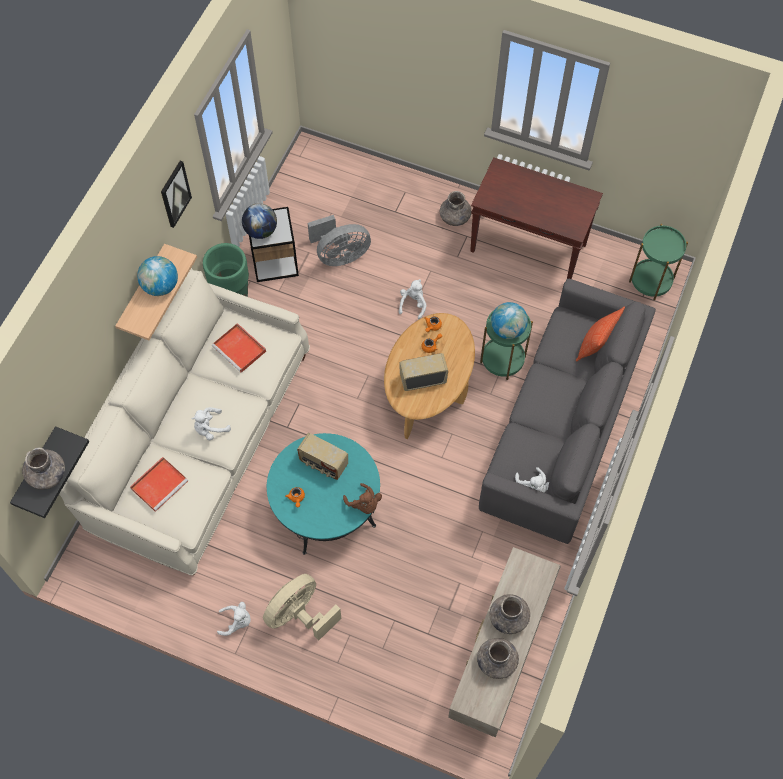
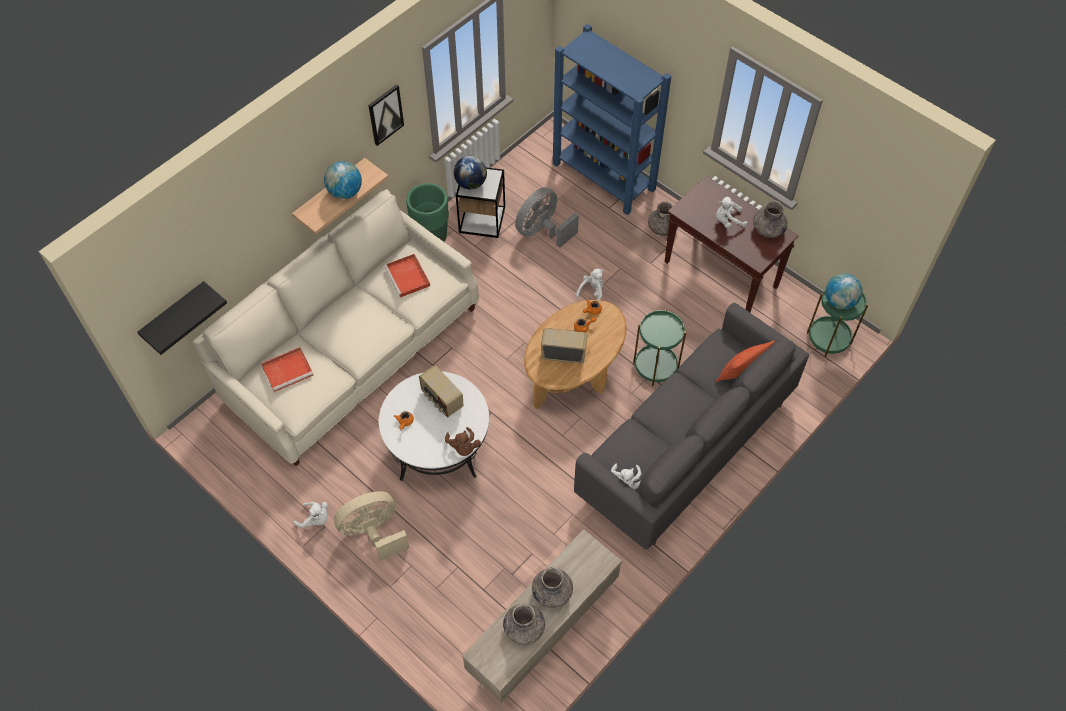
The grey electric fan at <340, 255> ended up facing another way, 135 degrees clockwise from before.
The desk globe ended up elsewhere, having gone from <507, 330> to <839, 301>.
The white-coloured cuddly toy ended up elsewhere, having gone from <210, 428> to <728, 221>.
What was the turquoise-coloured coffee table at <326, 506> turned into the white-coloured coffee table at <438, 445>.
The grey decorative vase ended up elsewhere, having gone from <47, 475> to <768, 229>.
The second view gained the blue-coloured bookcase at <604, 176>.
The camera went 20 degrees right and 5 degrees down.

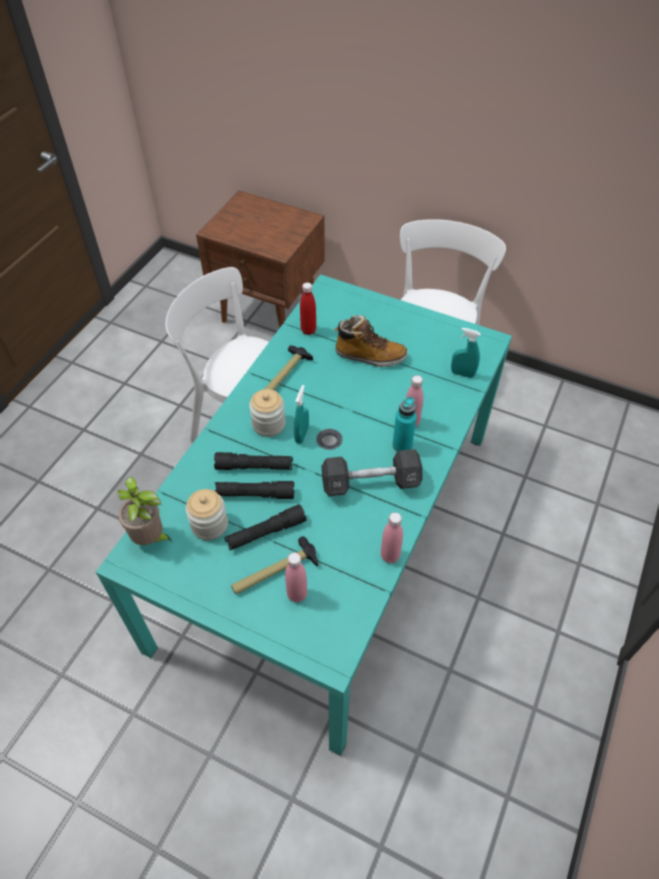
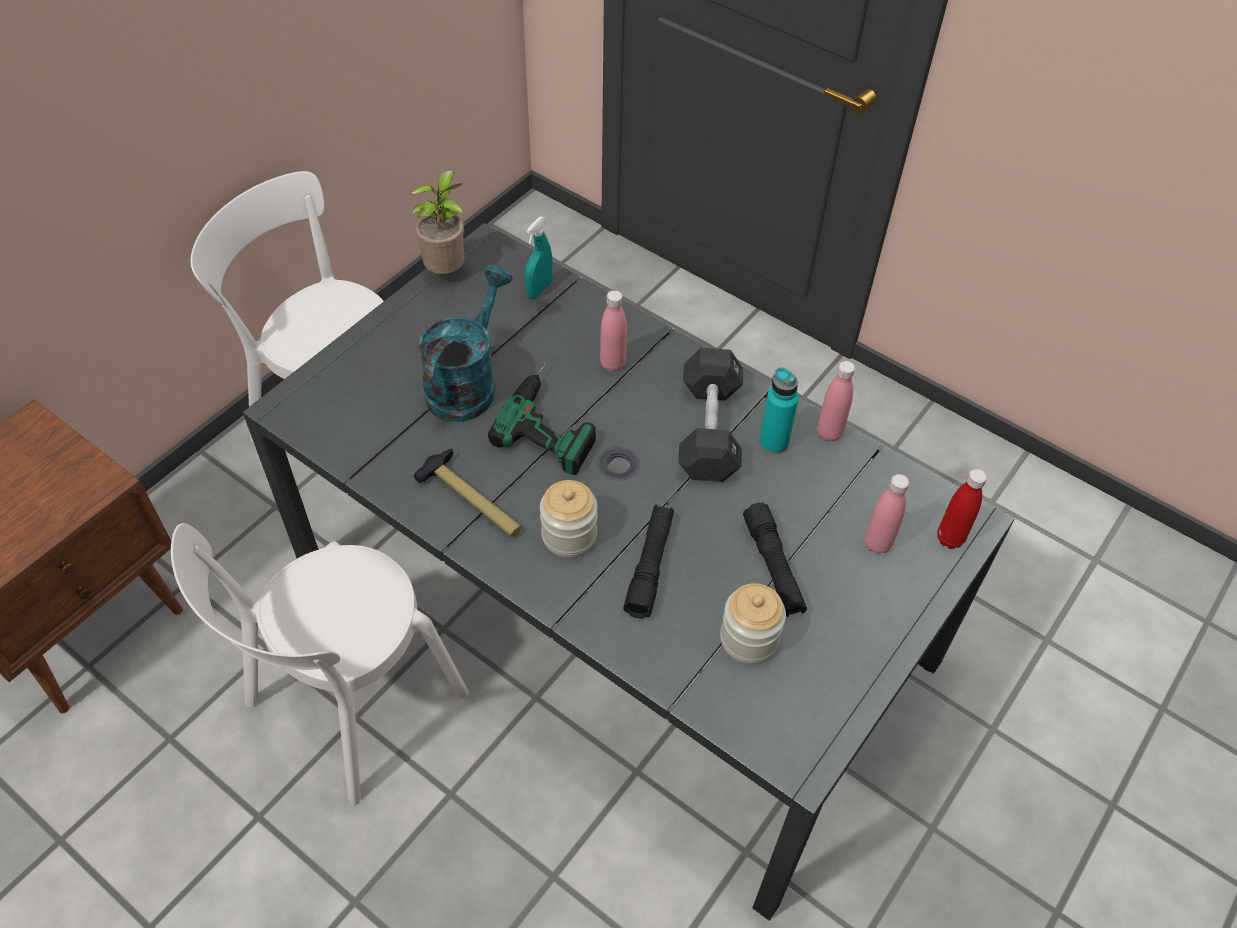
What was the turquoise-coloured dinner table at <328, 535> turned into the grey dinner table at <612, 615>.
The red-coloured bottle ended up elsewhere, having gone from <308, 330> to <949, 539>.
Where the tall boot stood at <370, 356>, the turquoise-coloured watering can came to stand at <467, 383>.
The second view lost the turquoise-coloured sprayer at <301, 435>.
The turquoise-coloured bottle ended up elsewhere, having gone from <402, 445> to <773, 442>.
The houseplant ended up elsewhere, having gone from <151, 538> to <447, 271>.
The second view lost the blackish torch at <255, 494>.
The second view lost the hammer at <275, 572>.
The second view gained the drill at <554, 419>.
The camera went 80 degrees left and 0 degrees up.

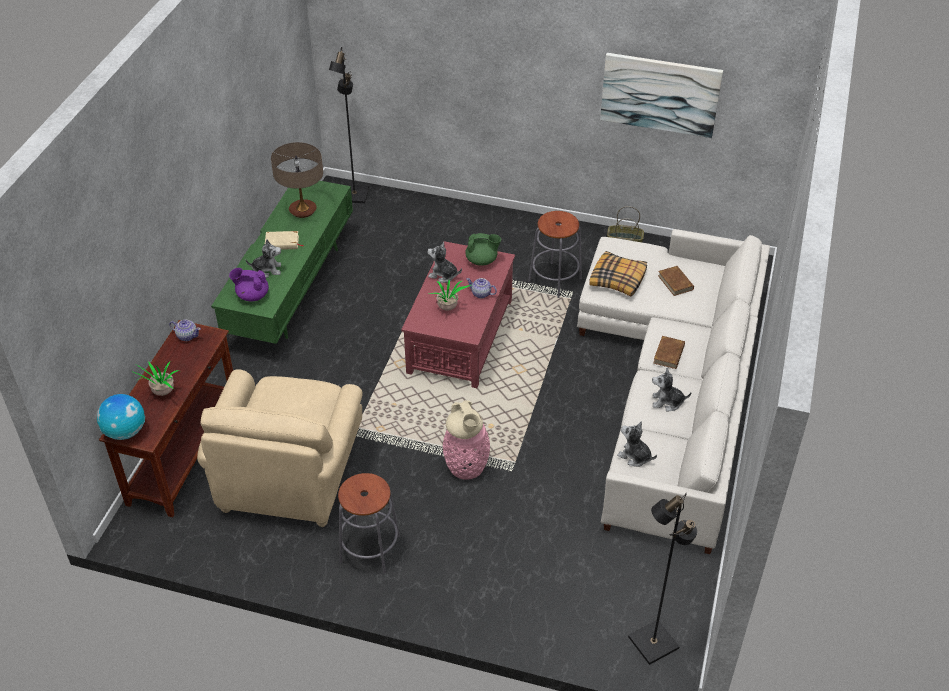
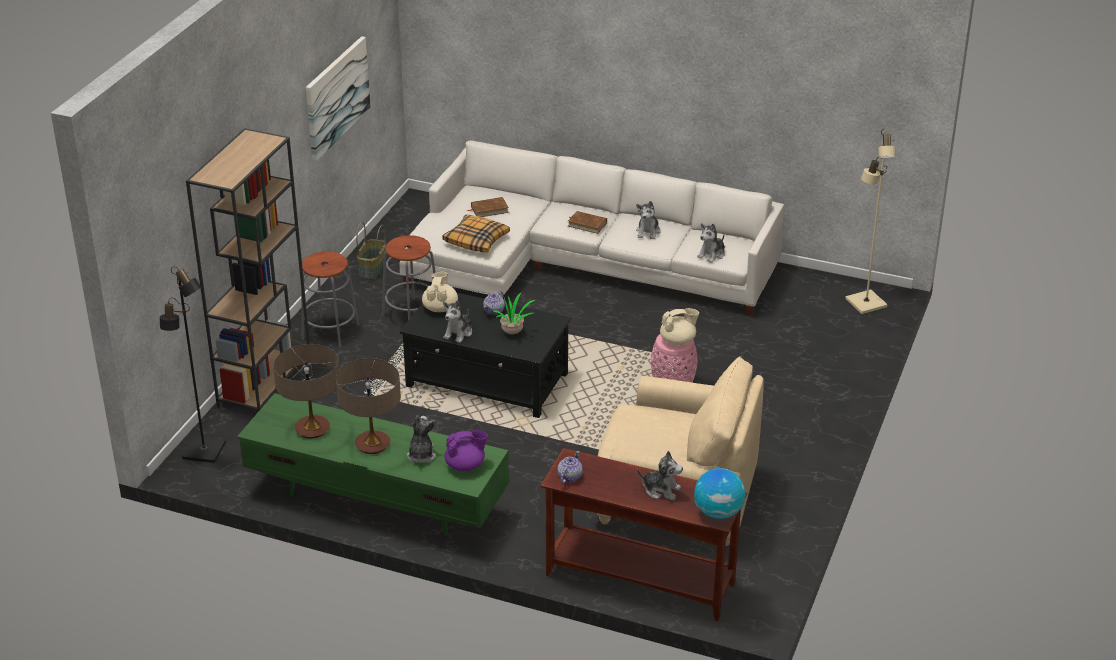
Where the beige volume stood at <282, 243>, the tabletop lamp came to stand at <372, 444>.
What was the green tea pot at <482, 260> turned into the beige tea pot at <440, 308>.
What was the red-coloured coffee table at <460, 336> turned into the blackish coffee table at <488, 380>.
The purple tea pot at <252, 295> ended up facing another way, 120 degrees counterclockwise from before.
Where the houseplant stood at <162, 393>, the cuddly toy came to stand at <661, 490>.
The grey stool ended up elsewhere, having gone from <370, 549> to <330, 331>.
What was the blackish standing lamp at <653, 642> turned into the beige standing lamp at <866, 302>.
The second view gained the bookcase at <264, 382>.
The camera went 85 degrees left and 10 degrees down.

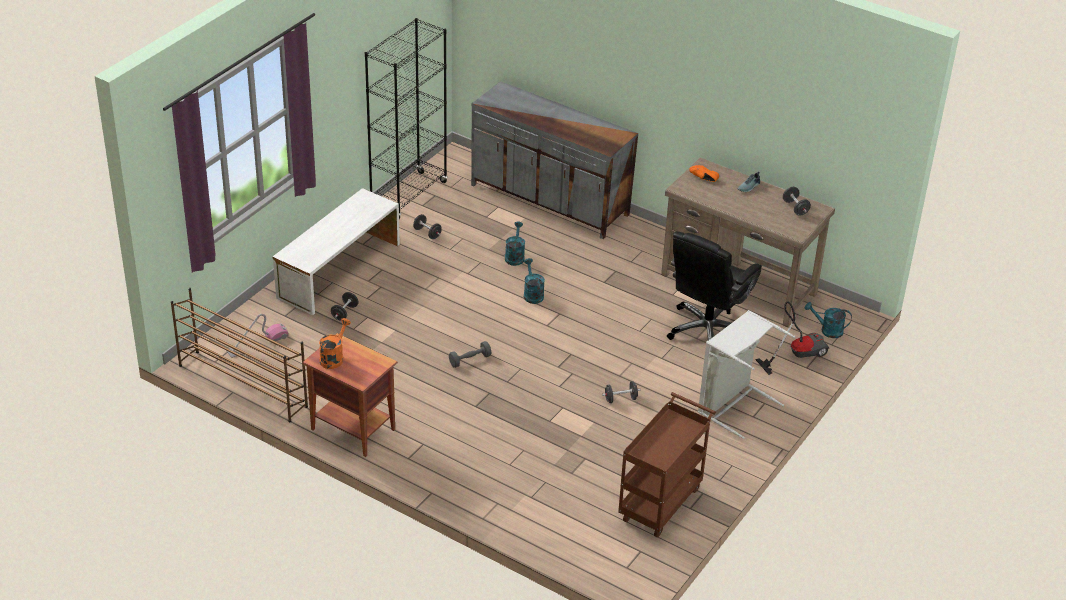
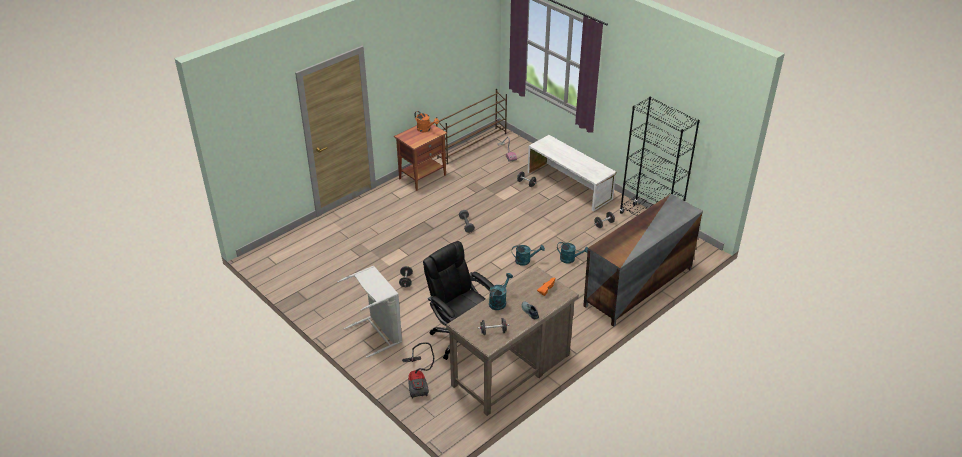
The turquoise-coloured watering can ended up elsewhere, having gone from <827, 330> to <499, 301>.
The second view lost the brown cart at <661, 504>.
The camera went 105 degrees right and 0 degrees up.

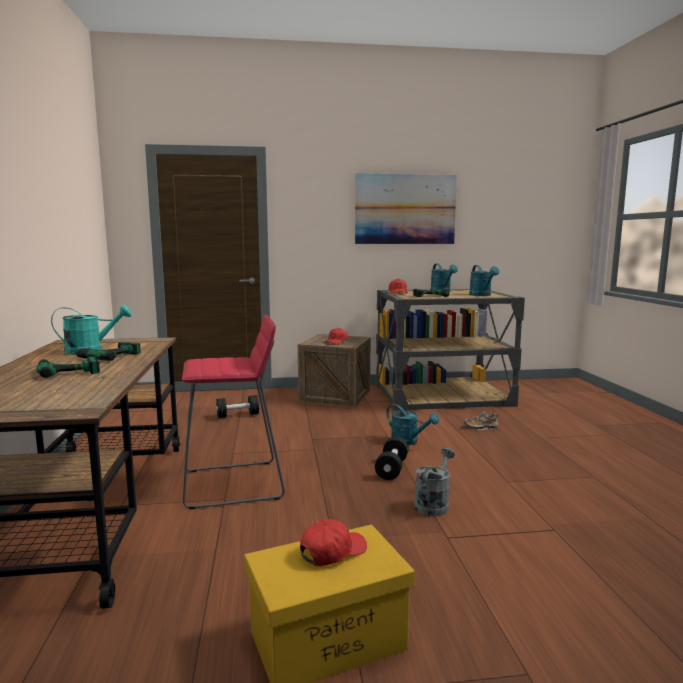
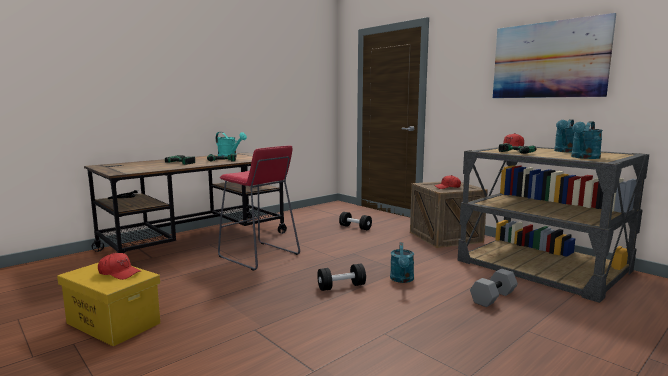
Where the item of footwear stood at <480, 427>, the grey dumbbell came to stand at <493, 298>.
The second view lost the grey watering can at <433, 504>.
The camera went 55 degrees right and 0 degrees up.

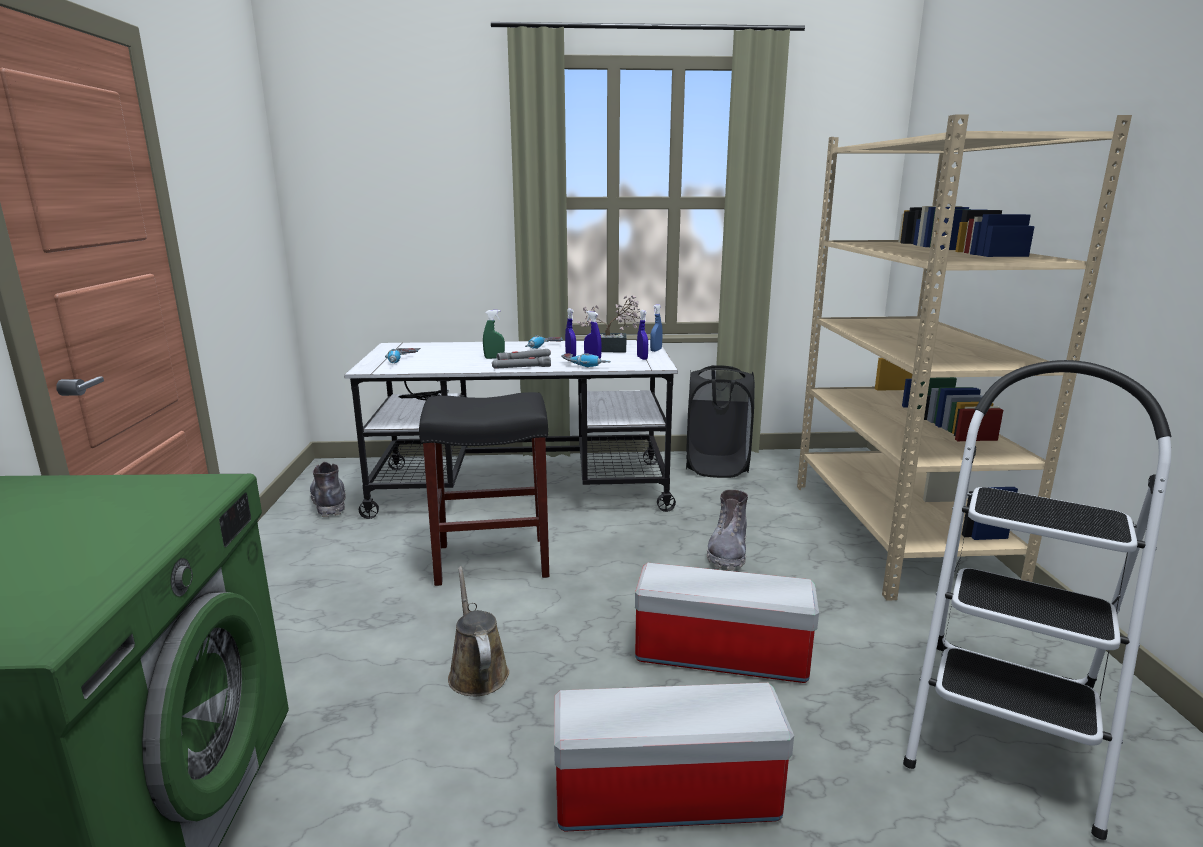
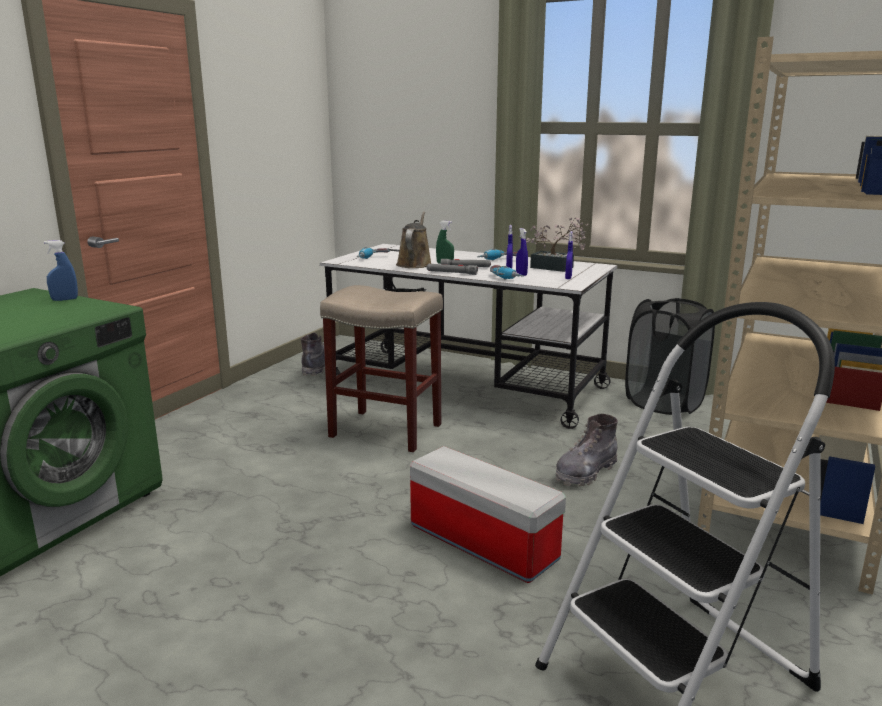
The blue-coloured sprayer ended up elsewhere, having gone from <656, 350> to <64, 299>.
What was the blackish stool at <490, 561> turned into the beige stool at <384, 430>.
The brown watering can ended up elsewhere, having gone from <477, 671> to <415, 264>.
The second view lost the storage bin at <664, 798>.
The camera went 30 degrees right and 0 degrees up.

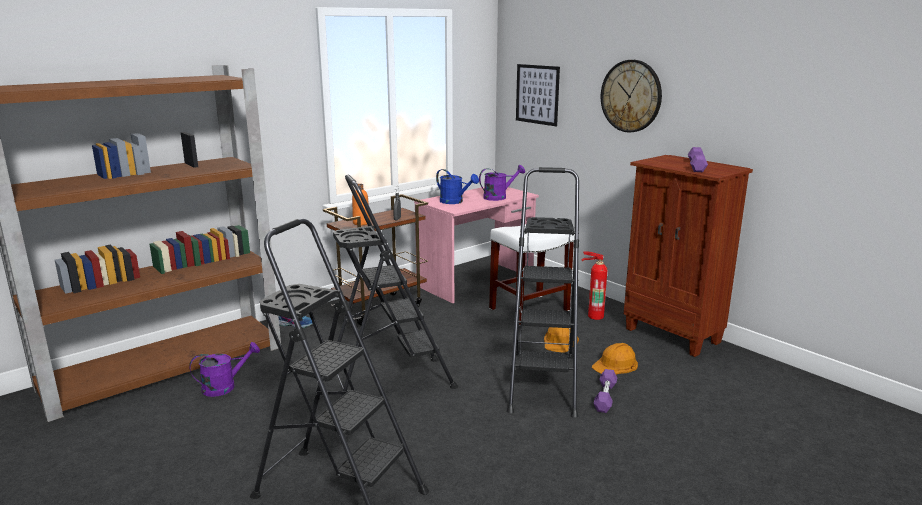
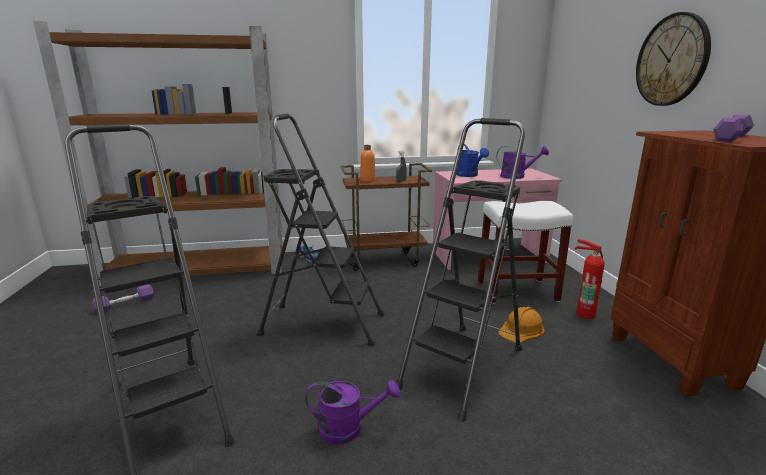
The second view lost the wall art at <537, 94>.
The purple watering can ended up elsewhere, having gone from <225, 386> to <349, 428>.
The second view lost the orangey work helmet at <615, 365>.
The purple dumbbell ended up elsewhere, having gone from <605, 397> to <125, 304>.
The camera went 30 degrees right and 0 degrees up.

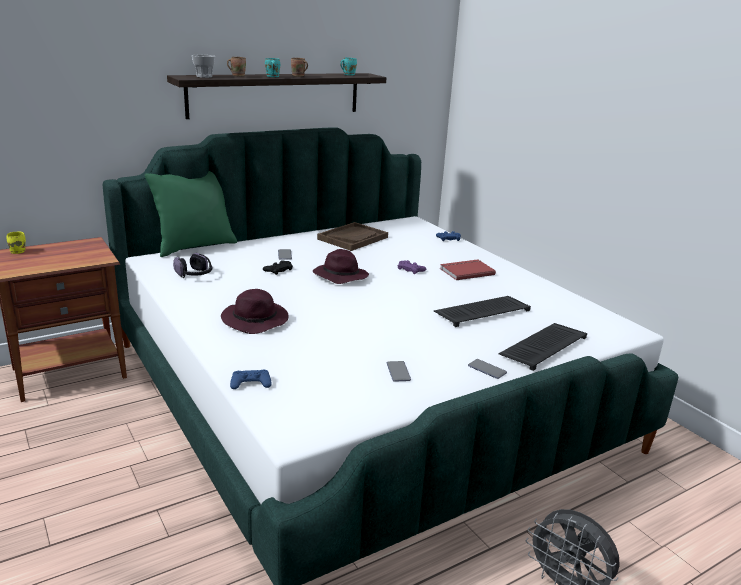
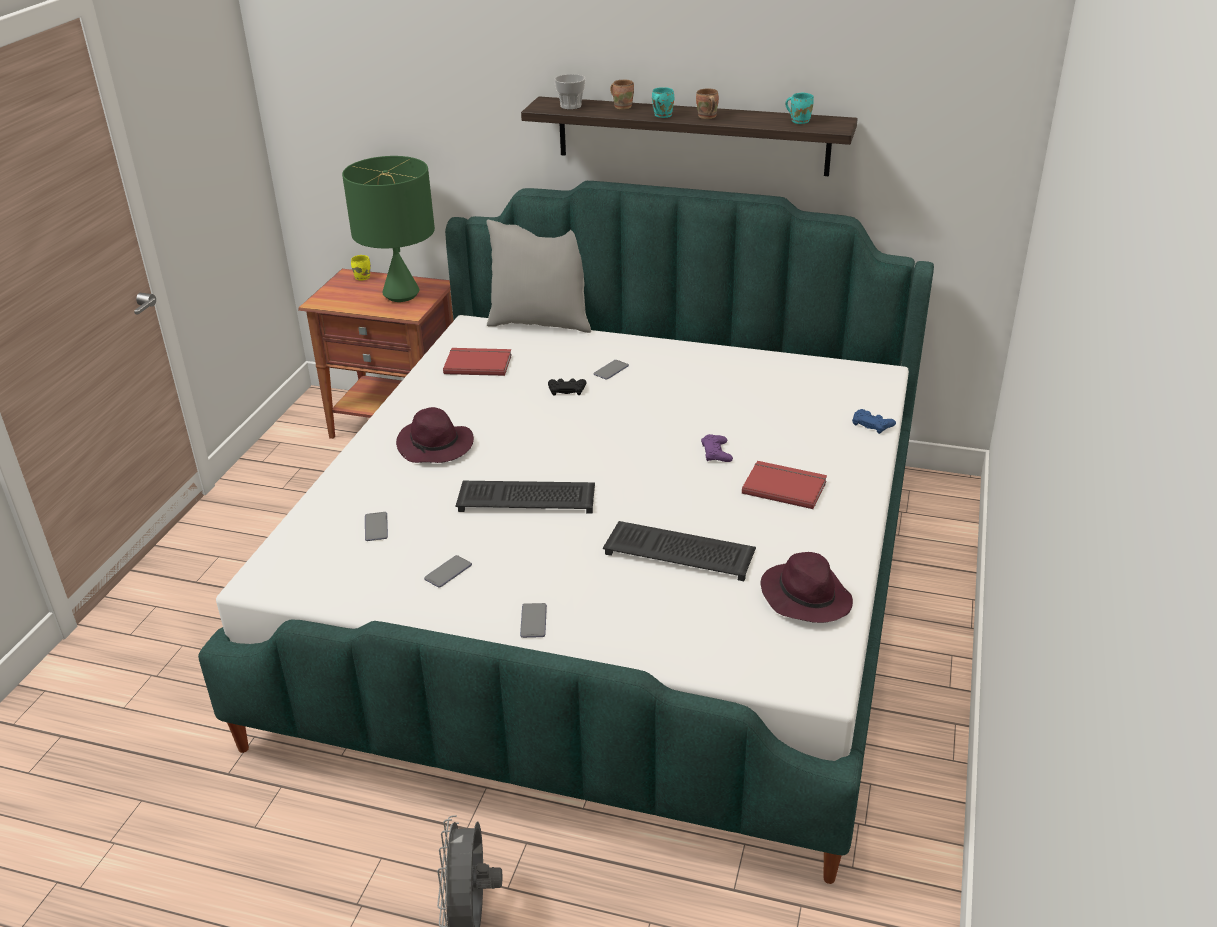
What was the green pillow at <195, 246> turned into the grey pillow at <541, 322>.
The second view lost the brown tray at <352, 238>.
The purple hat ended up elsewhere, having gone from <339, 276> to <805, 596>.
Where the pair of headphones stood at <194, 275>, the red-coloured volume came to stand at <478, 363>.
The keyboard ended up elsewhere, having gone from <543, 346> to <528, 498>.
The second view lost the blue-coloured gamepad at <251, 383>.
The second view gained the green tabletop lamp at <401, 296>.
The second view gained the handset at <376, 527>.
The camera went 50 degrees right and 10 degrees up.

